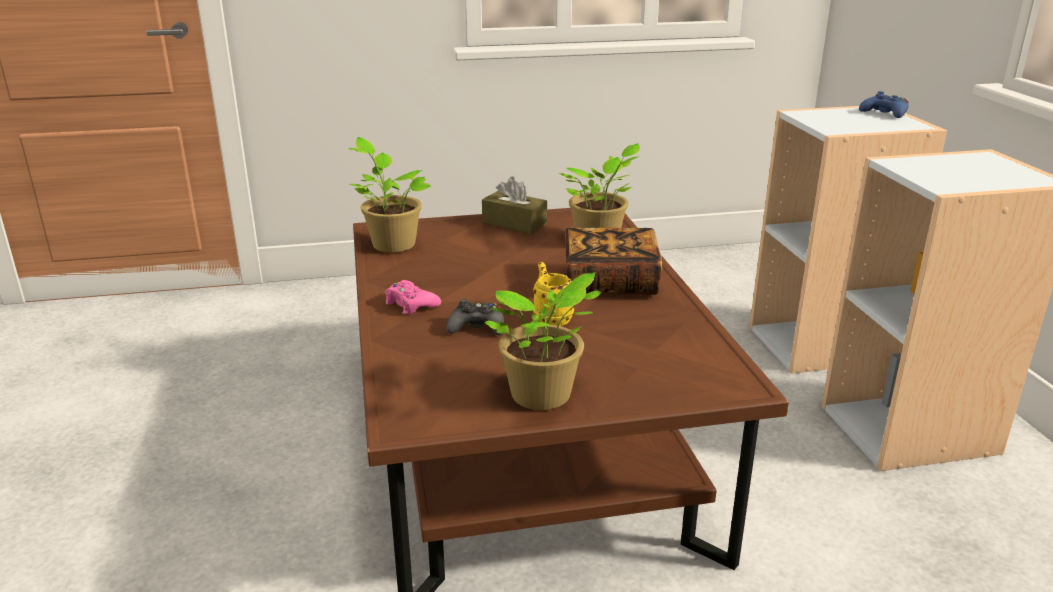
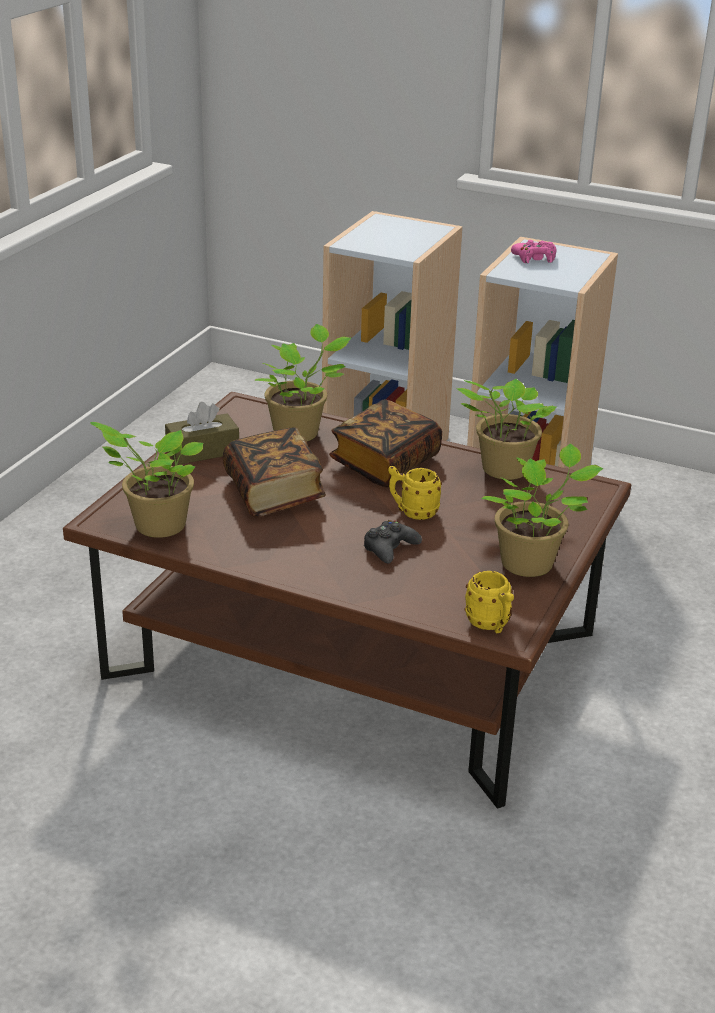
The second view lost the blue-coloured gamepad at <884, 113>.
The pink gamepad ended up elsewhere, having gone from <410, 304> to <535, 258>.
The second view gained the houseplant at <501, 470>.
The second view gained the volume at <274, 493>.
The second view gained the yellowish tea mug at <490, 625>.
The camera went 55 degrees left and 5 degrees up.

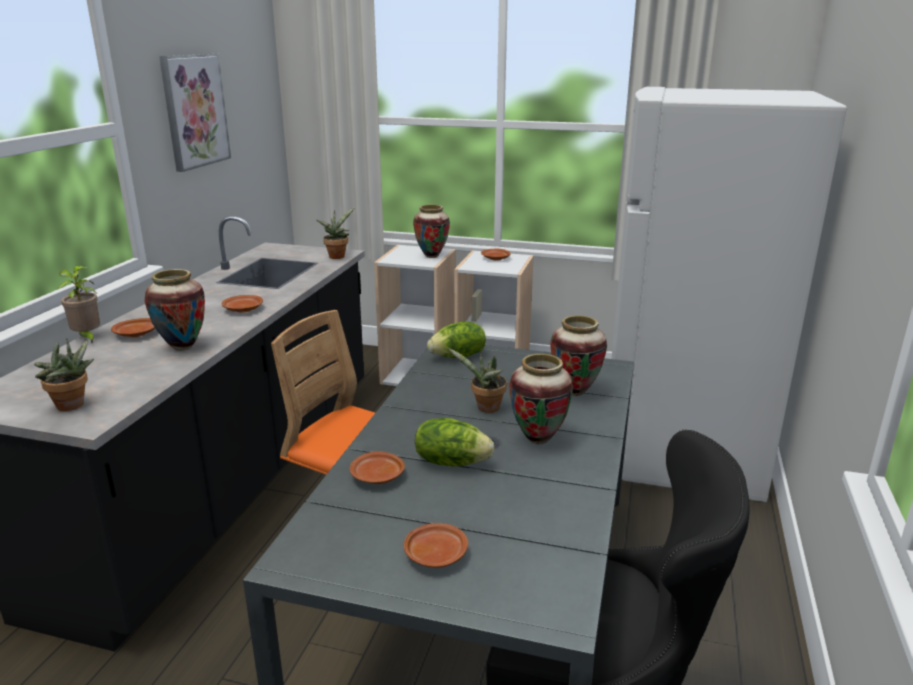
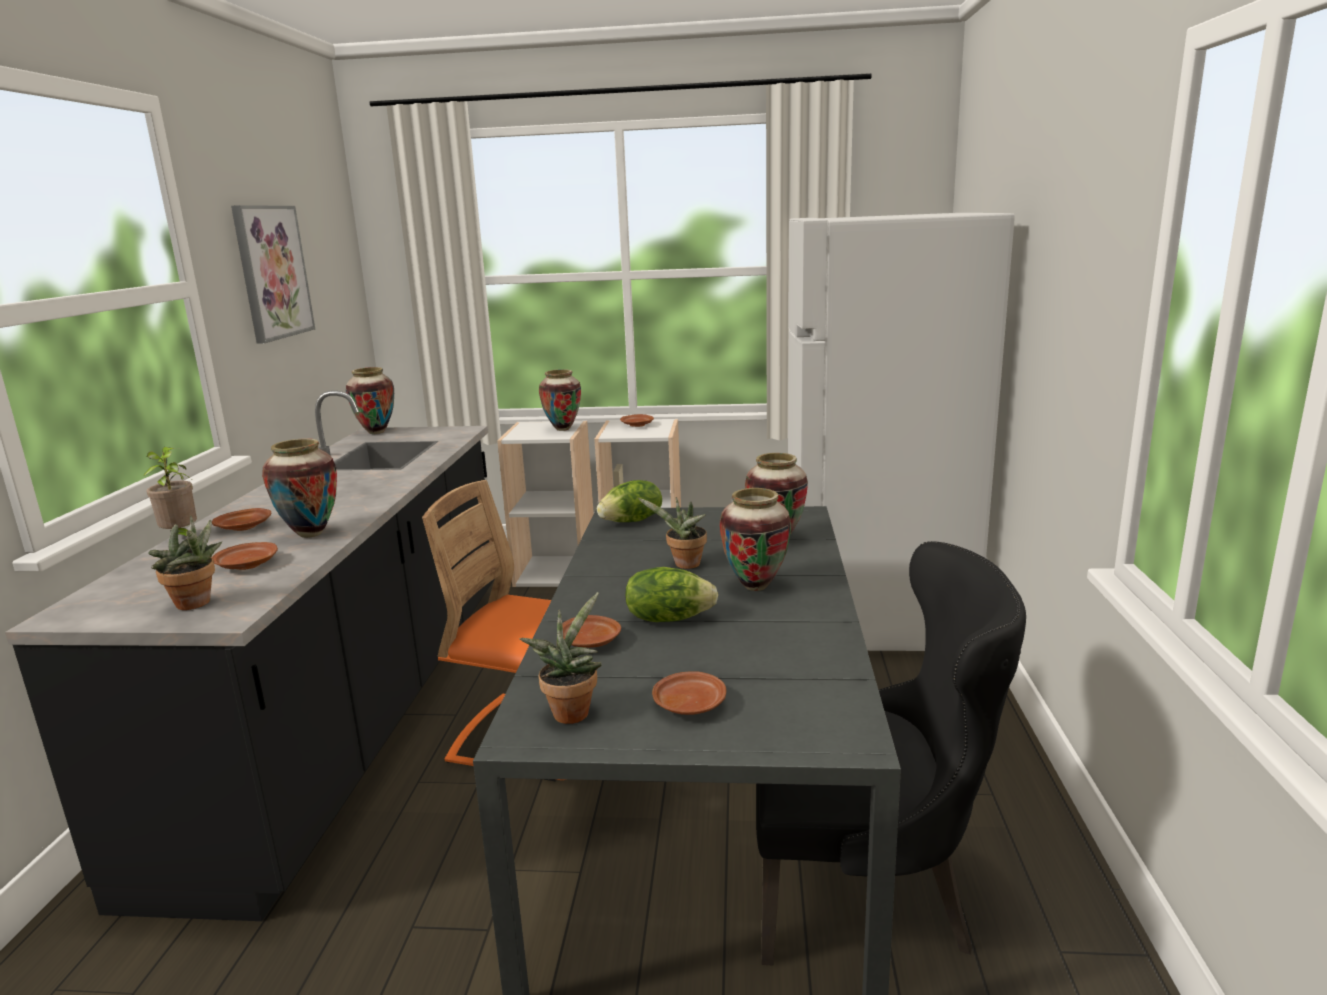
The houseplant ended up elsewhere, having gone from <337, 256> to <571, 711>.
The brown dinner plate ended up elsewhere, having gone from <243, 309> to <246, 565>.
The second view gained the decorative vase at <376, 432>.
The camera went 10 degrees left and 5 degrees down.

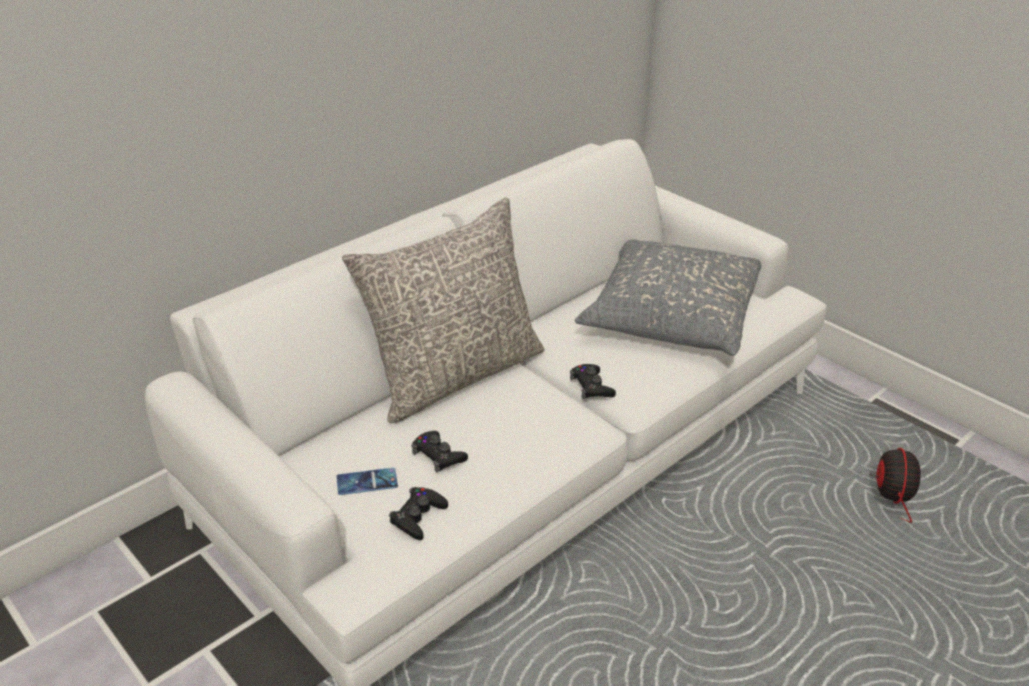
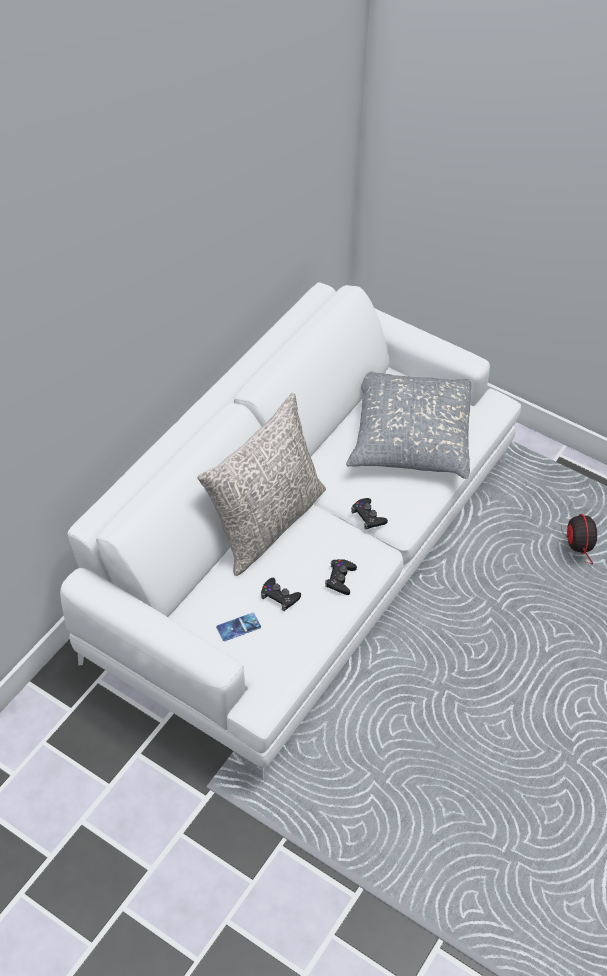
The blackish gamepad ended up elsewhere, having gone from <418, 517> to <340, 579>.
The camera went 15 degrees left and 15 degrees up.

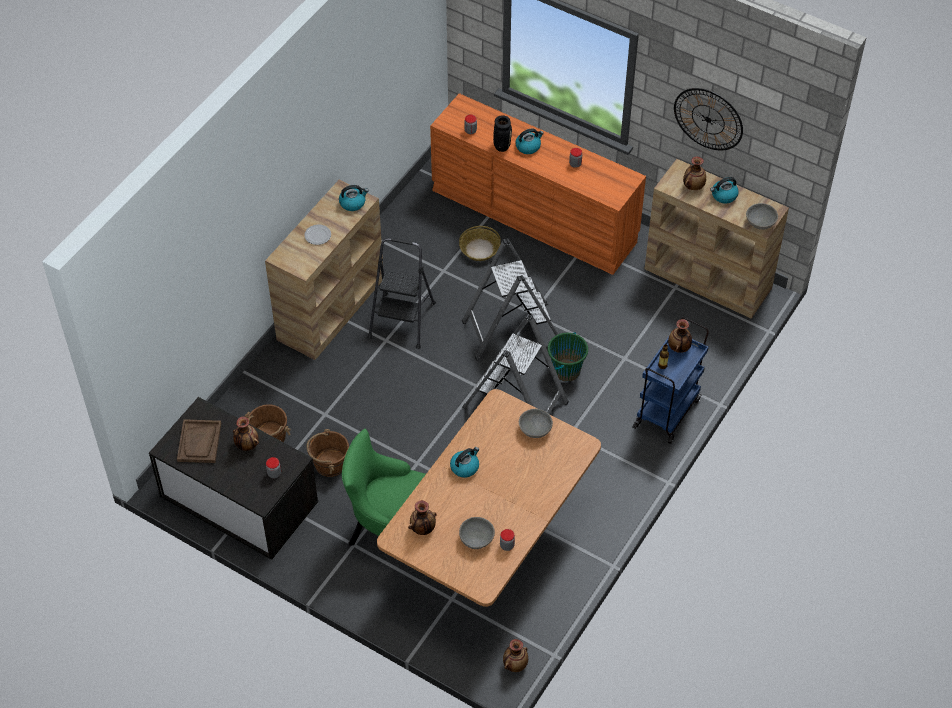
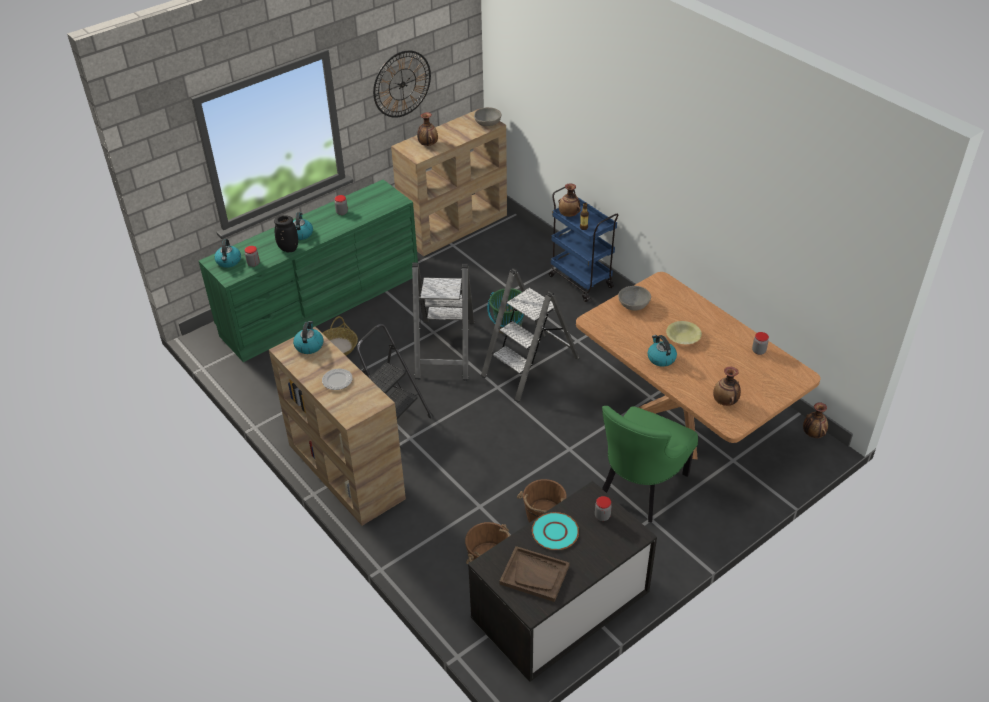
What was the orangey dresser at <534, 214> turned into the green dresser at <320, 303>.
The water kettle ended up elsewhere, having gone from <723, 196> to <229, 261>.
Where the decorative vase stood at <246, 445>, the turquoise-coloured dinner plate came to stand at <555, 532>.
The second view lost the grey serving bowl at <476, 539>.
The second view gained the yellowish serving bowl at <683, 337>.
The camera went 70 degrees left and 10 degrees down.

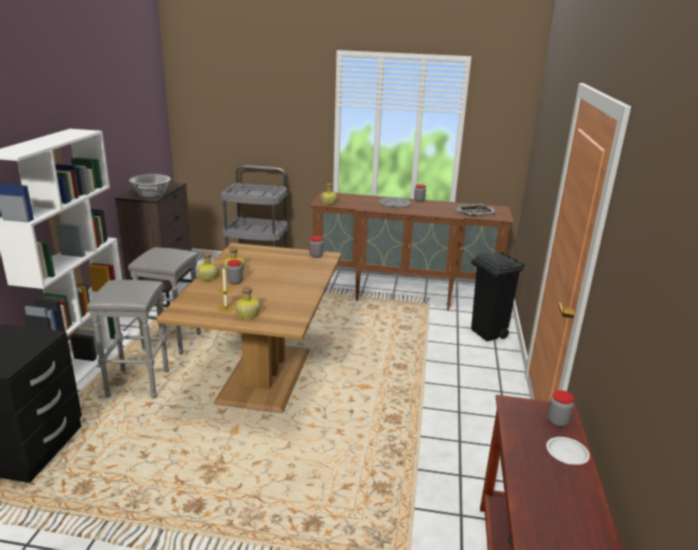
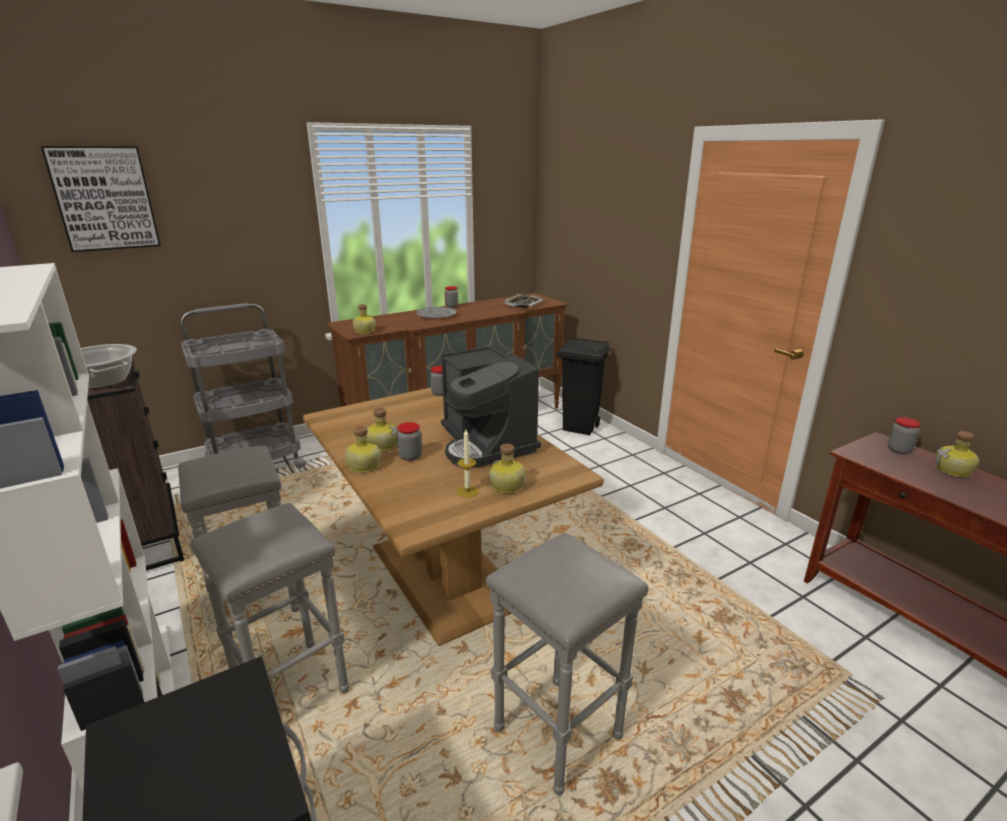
Where the white-coloured dinner plate stood at <567, 453>, the bottle came to stand at <954, 471>.
The second view gained the wall art at <104, 198>.
The second view gained the coffee brewer at <486, 443>.
The second view gained the grey stool at <558, 735>.
The camera went 40 degrees left and 0 degrees up.

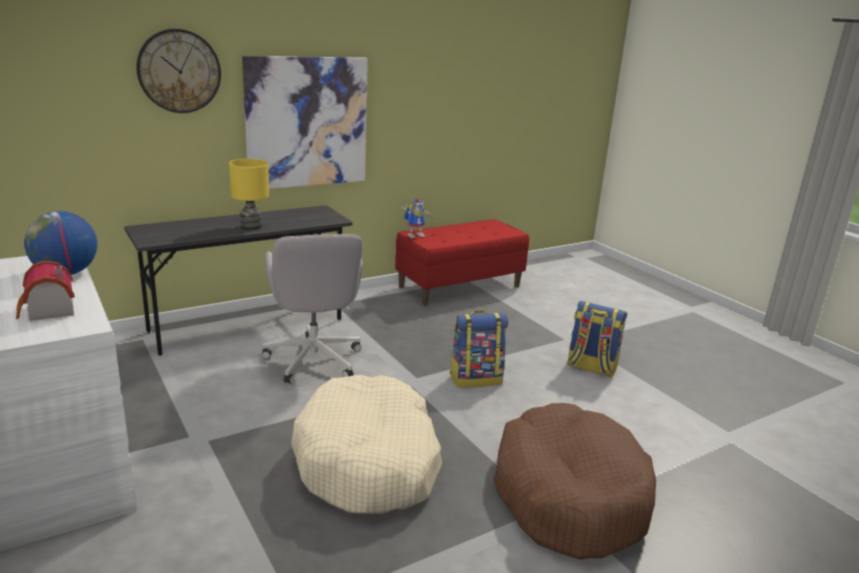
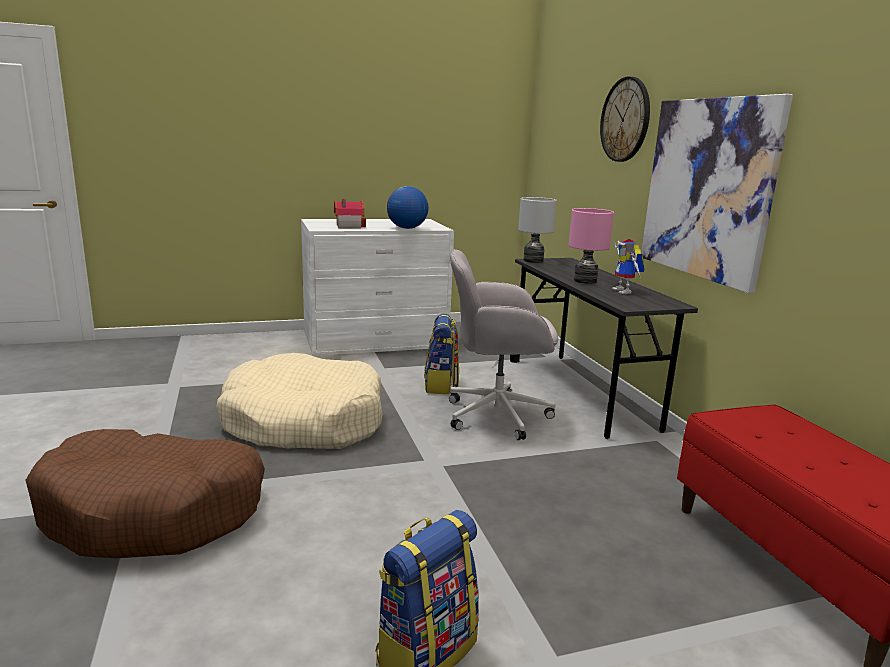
What was the yellowish tabletop lamp at <251, 226> turned into the pink tabletop lamp at <585, 281>.
The toy robot ended up elsewhere, having gone from <416, 235> to <625, 291>.
The rucksack ended up elsewhere, having gone from <476, 378> to <441, 385>.
The second view gained the grey tabletop lamp at <533, 260>.
The camera went 105 degrees right and 5 degrees down.

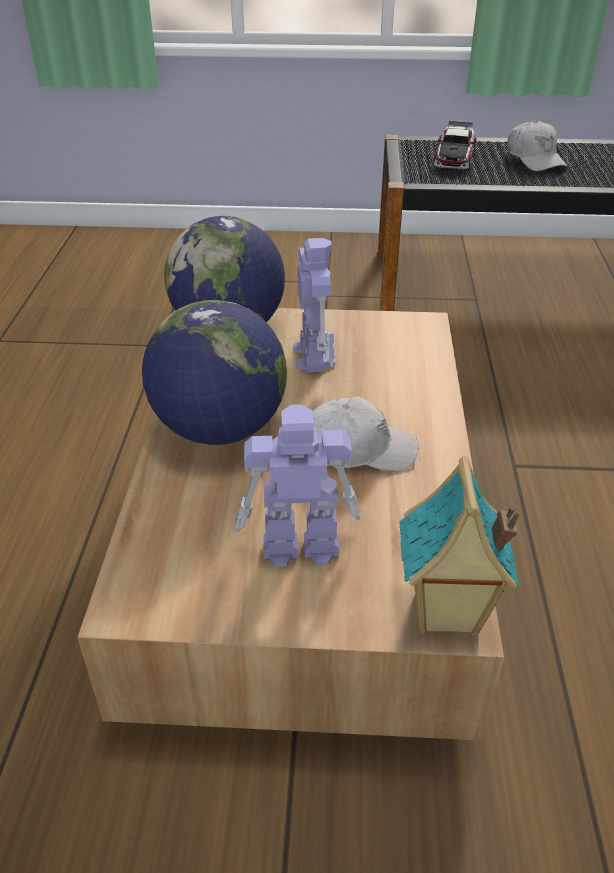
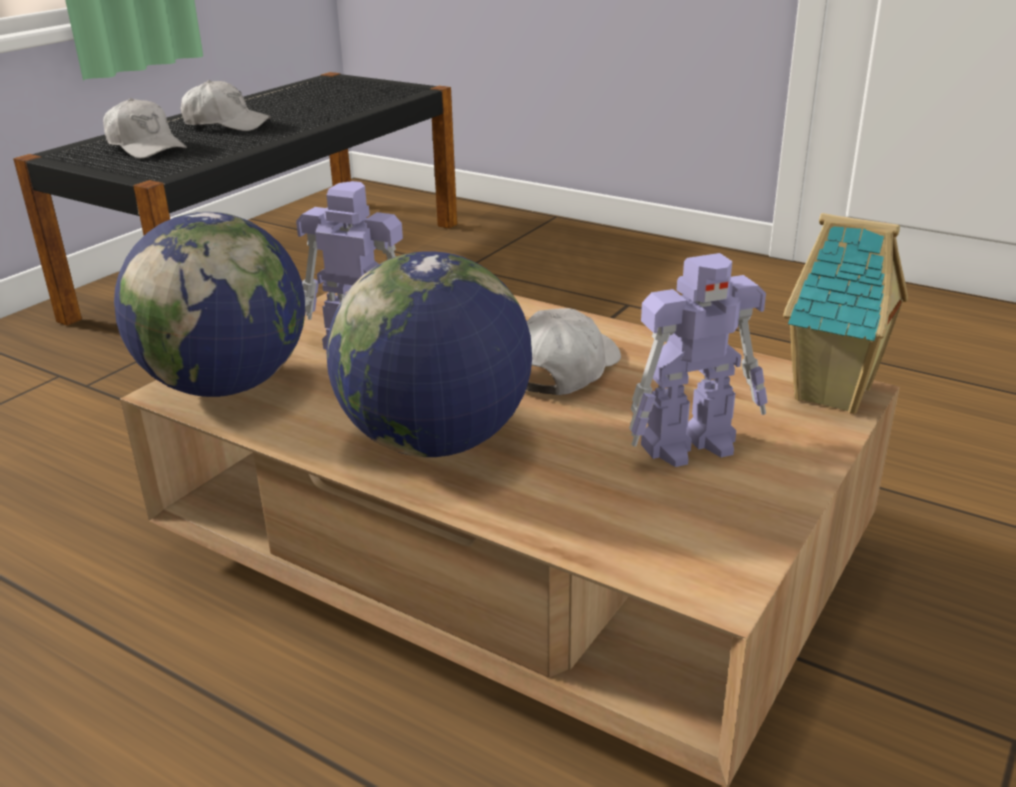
Where the miniature car stood at <454, 156>, the white-coloured baseball cap came to stand at <146, 147>.
The toy robot at <298, 546> ended up facing another way, 135 degrees counterclockwise from before.
The camera went 60 degrees left and 10 degrees down.

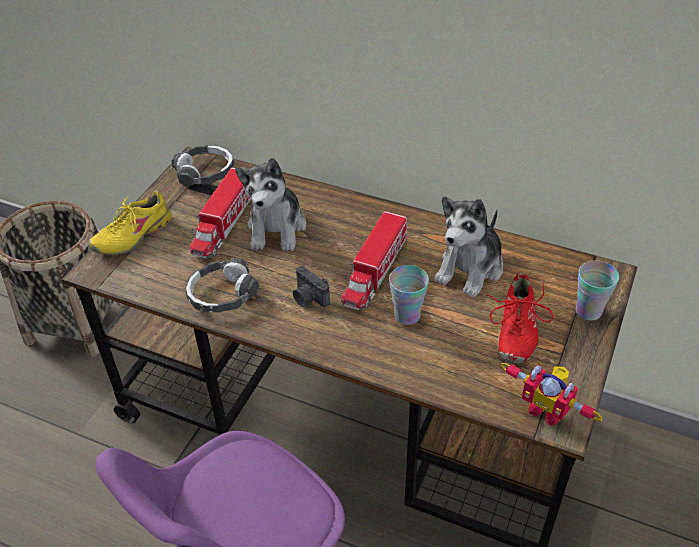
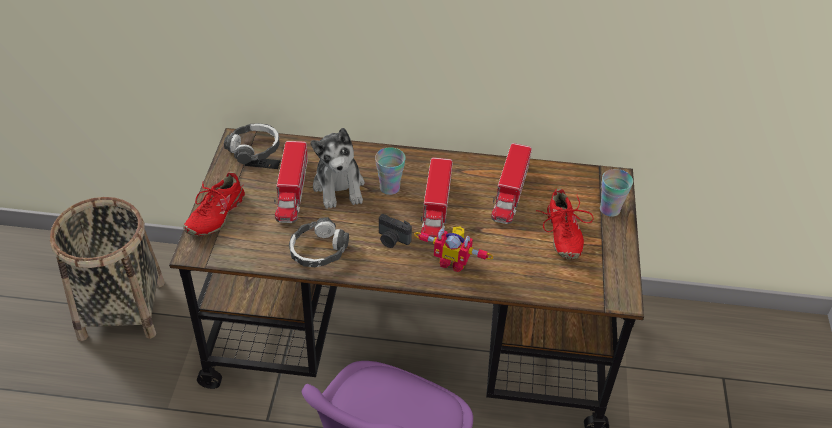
What was the yellowish item of footwear at <133, 235> turned into the red-coloured item of footwear at <215, 214>.
Where the cuddly toy stood at <470, 268>, the toy truck came to stand at <510, 192>.
The small cup ended up elsewhere, having gone from <407, 315> to <389, 188>.
The toy robot ended up elsewhere, having gone from <547, 409> to <453, 261>.
The camera went 20 degrees left and 0 degrees up.

